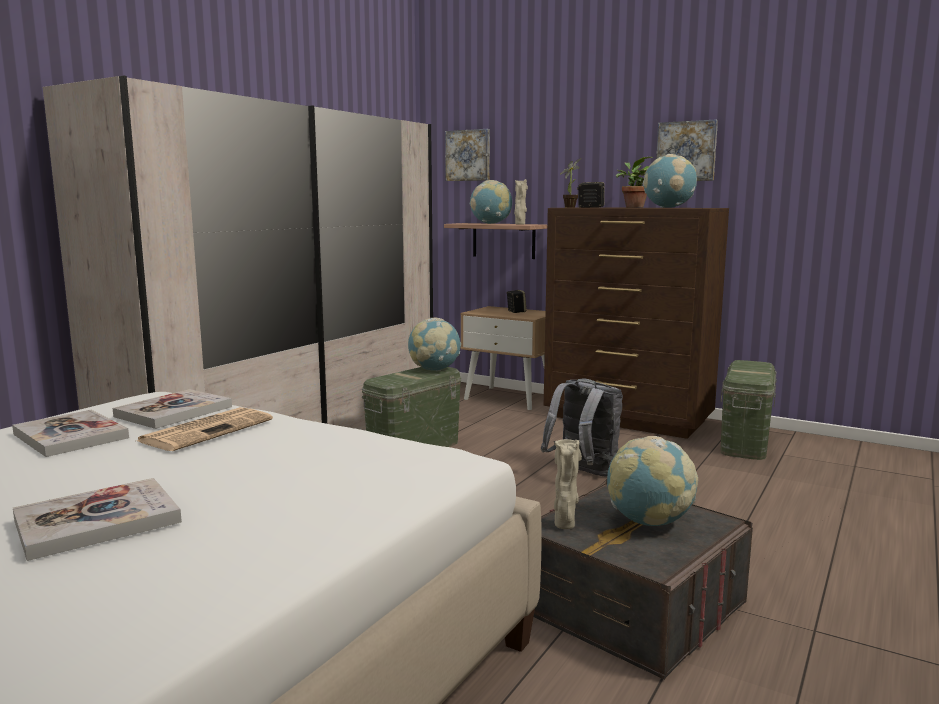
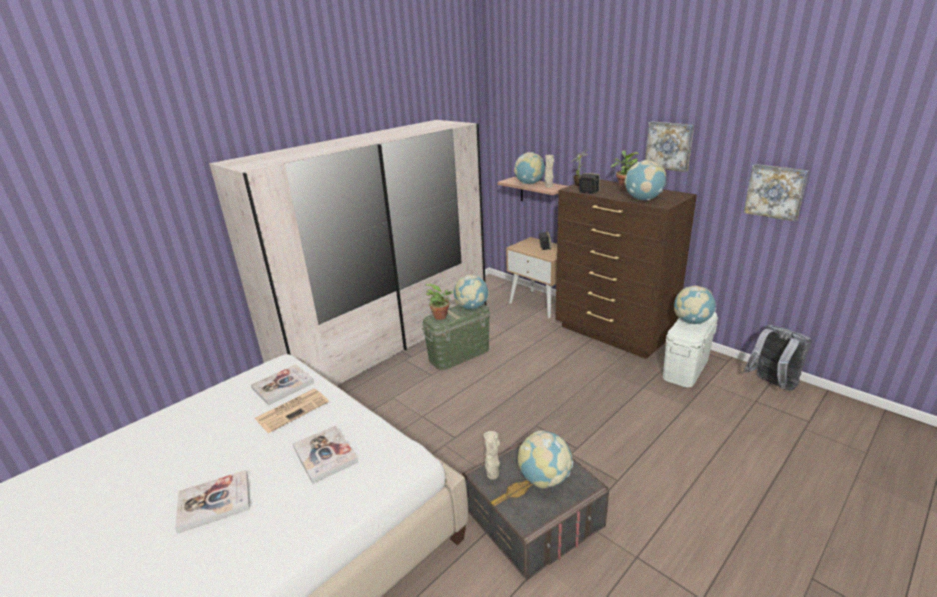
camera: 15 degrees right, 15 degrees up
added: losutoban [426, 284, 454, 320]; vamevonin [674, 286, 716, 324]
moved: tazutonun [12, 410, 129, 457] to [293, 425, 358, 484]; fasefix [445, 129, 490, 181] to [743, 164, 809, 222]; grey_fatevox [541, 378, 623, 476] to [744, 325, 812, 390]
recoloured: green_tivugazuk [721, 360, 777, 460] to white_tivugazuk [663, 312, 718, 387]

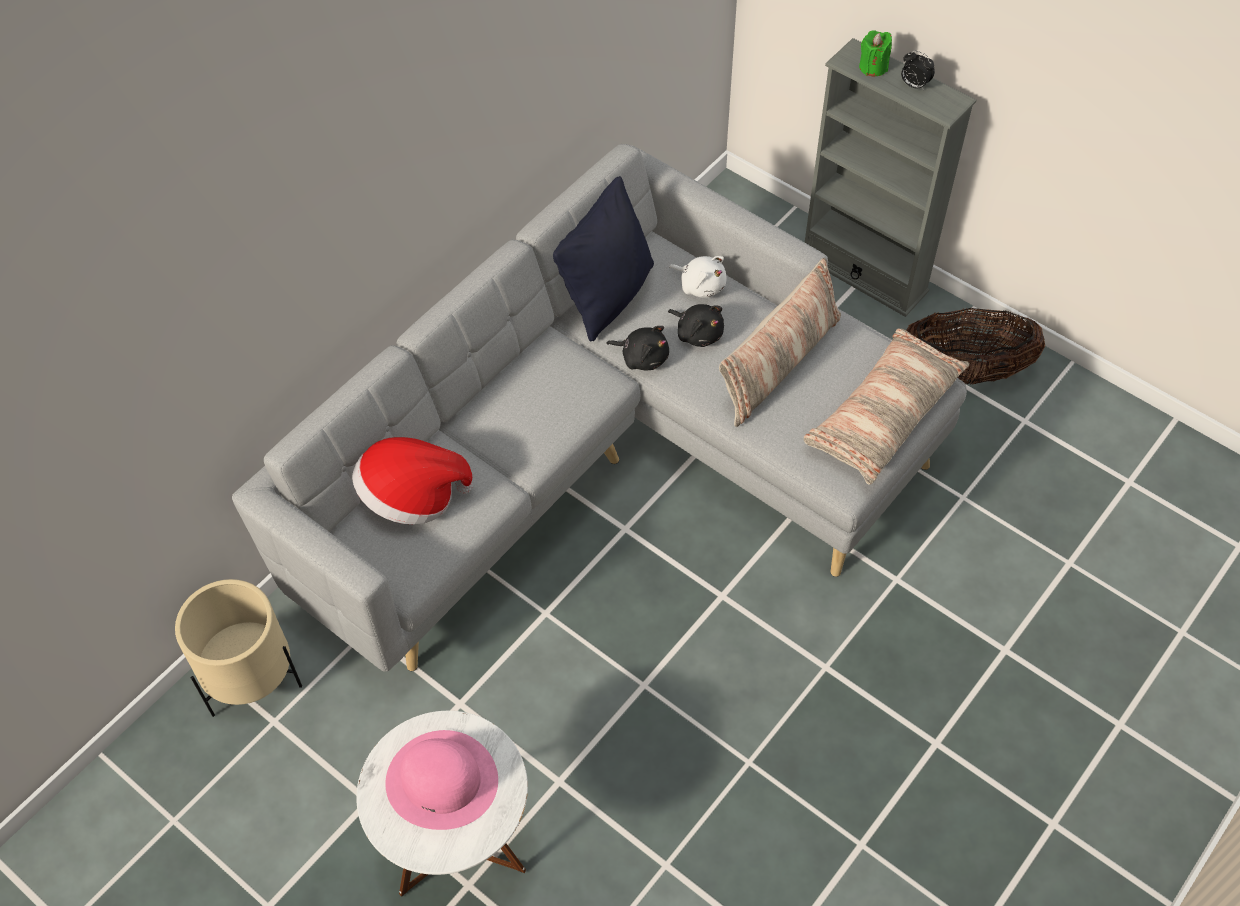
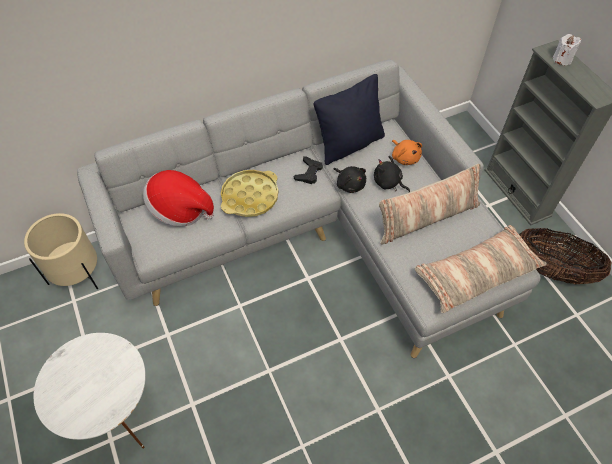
camera: 25 degrees right, 0 degrees up
removed: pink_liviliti [385, 730, 498, 830]; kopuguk [901, 51, 935, 90]
added: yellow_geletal [221, 170, 278, 217]; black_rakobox [294, 156, 323, 184]
recoloured: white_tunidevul [669, 256, 726, 298] to orange_tunidevul [392, 140, 422, 165]; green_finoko [859, 30, 892, 76] to white_finoko [553, 34, 581, 65]
turned: black_tunidevul [668, 304, 724, 347] = [374, 156, 410, 192] 150 degrees clockwise

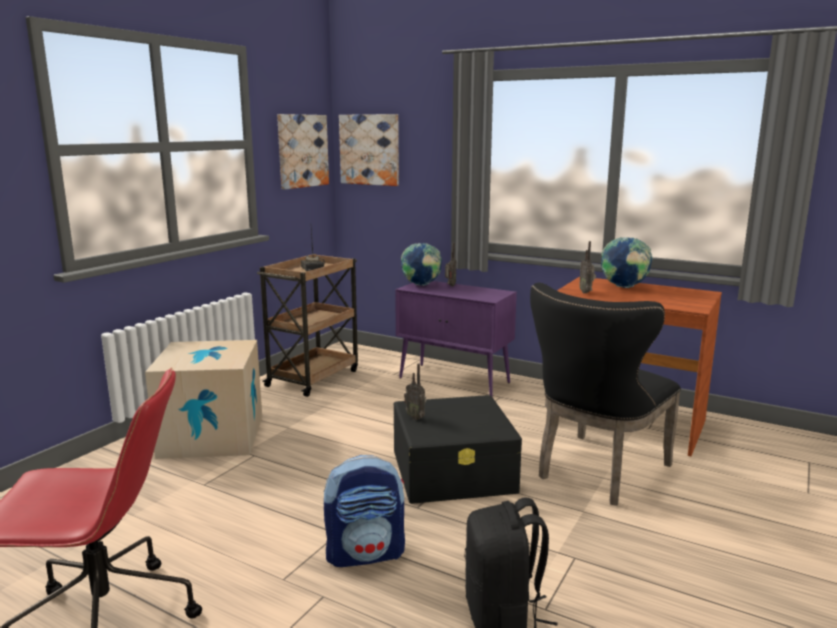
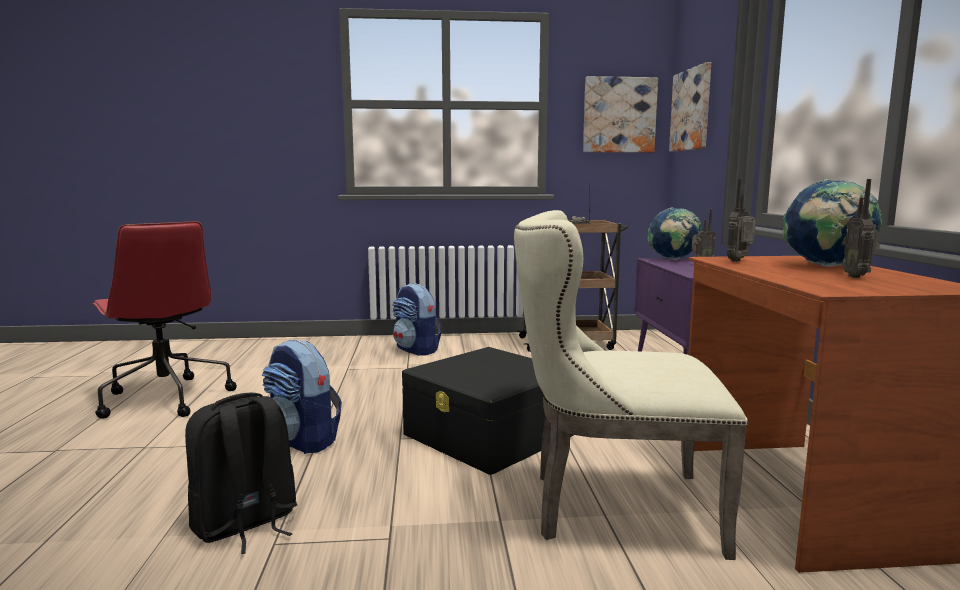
camera: 55 degrees right, 5 degrees down
moved: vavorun [404, 364, 426, 420] to [843, 179, 880, 278]
replaced: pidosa [145, 340, 262, 459] to fatevox [392, 283, 442, 356]
recoloured: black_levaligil [530, 283, 681, 505] to beige_levaligil [514, 210, 748, 560]

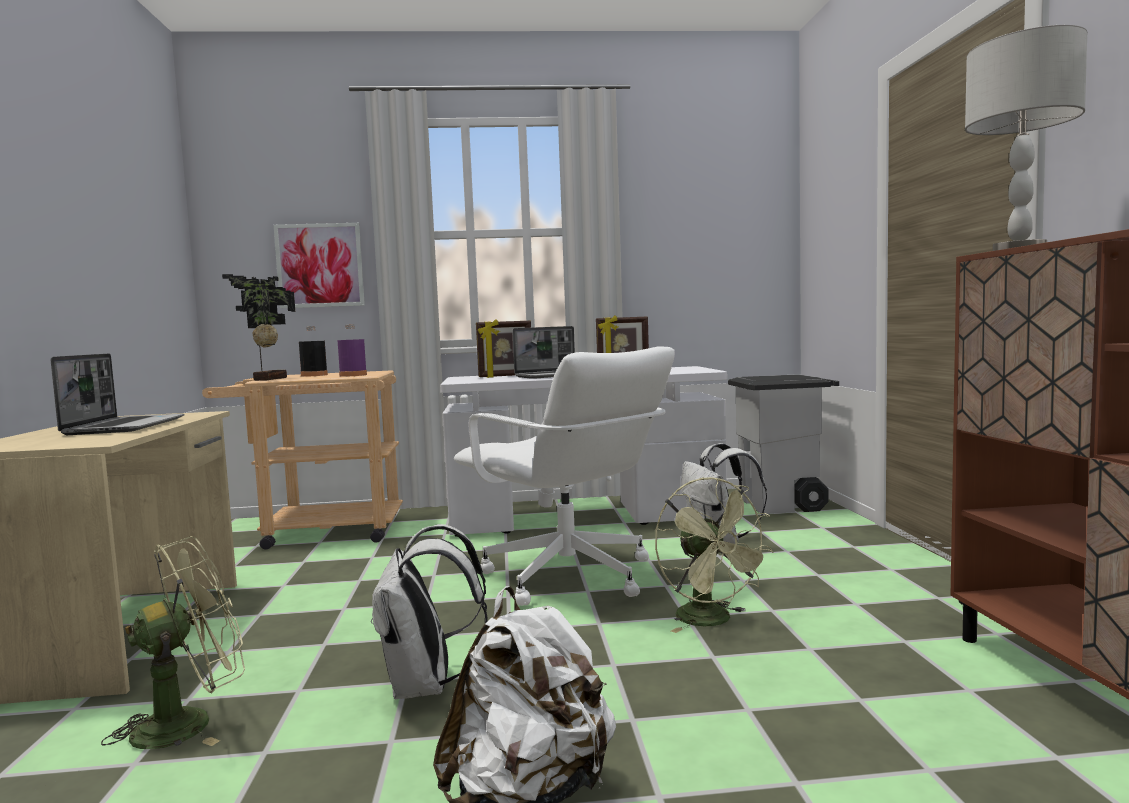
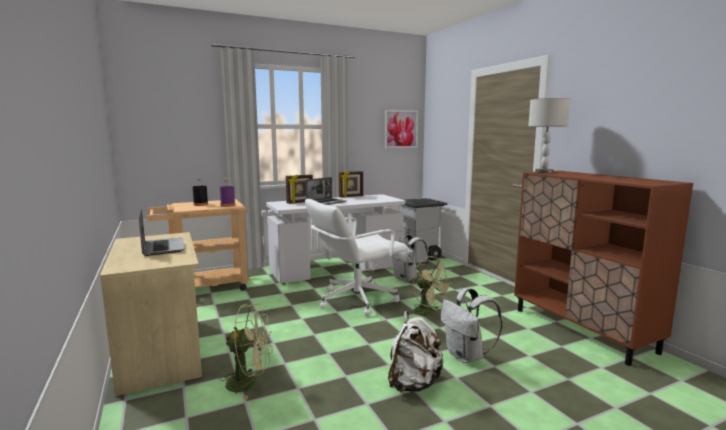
camera: 20 degrees left, 5 degrees up
removed: losutoban [222, 274, 295, 381]
moved: fasefix [274, 223, 365, 308] to [385, 110, 418, 148]; white_fatevox [371, 524, 488, 699] to [441, 288, 502, 363]
turned: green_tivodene [101, 536, 245, 749] = [219, 304, 272, 400] 60 degrees clockwise; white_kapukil [454, 346, 675, 606] = [305, 199, 409, 316] 120 degrees clockwise

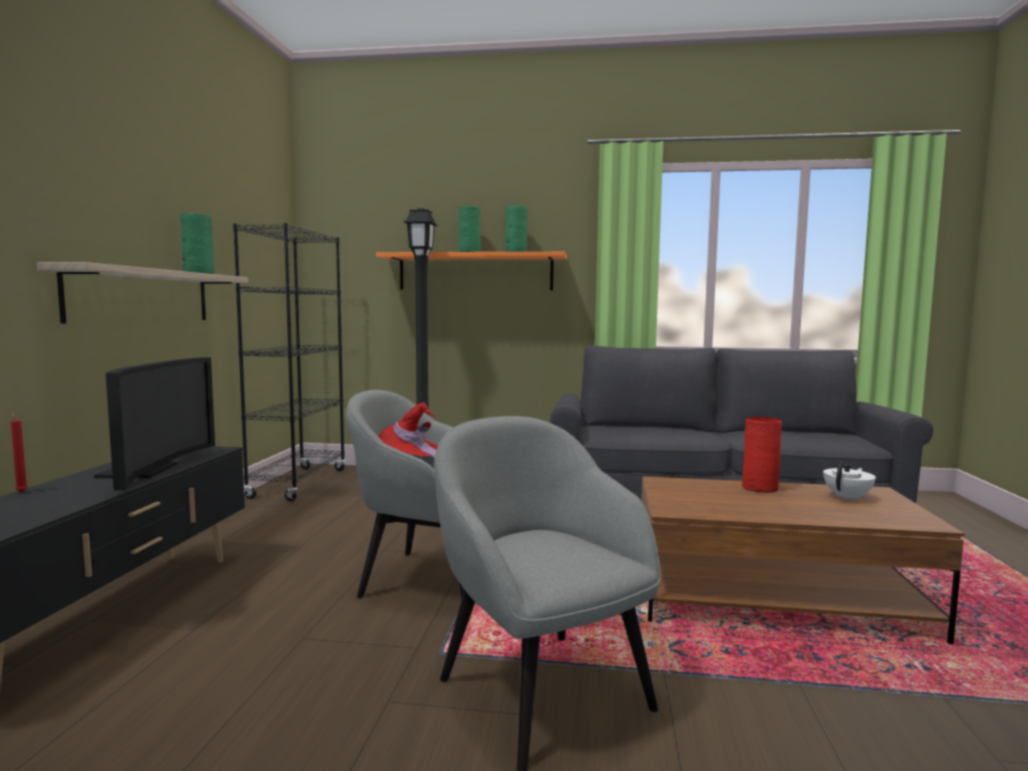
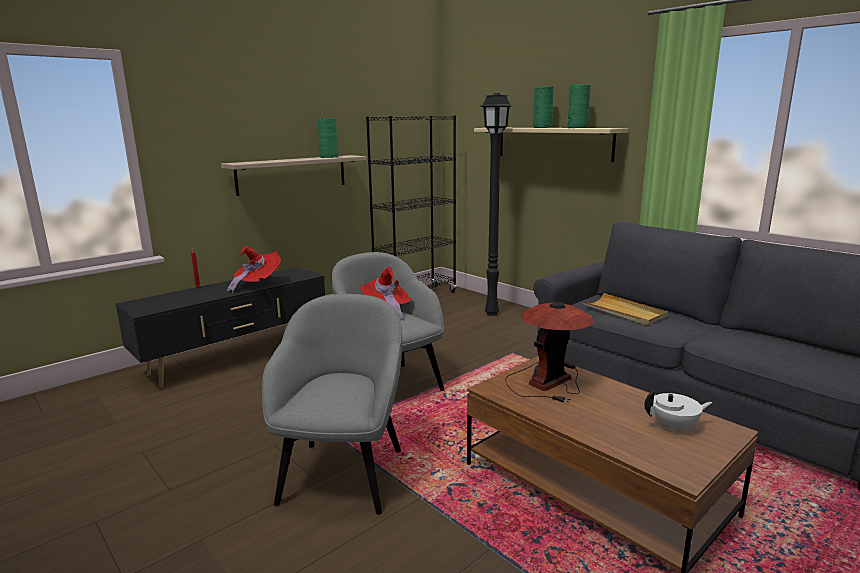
camera: 40 degrees right, 10 degrees up
removed: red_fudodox [742, 416, 782, 493]
added: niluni [505, 302, 594, 402]; beige_geletal [581, 293, 668, 326]
replaced: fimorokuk [94, 357, 215, 490] to red_liviliti [227, 246, 281, 293]
recoloured: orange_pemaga [376, 252, 567, 290] to beige_pemaga [474, 128, 628, 162]

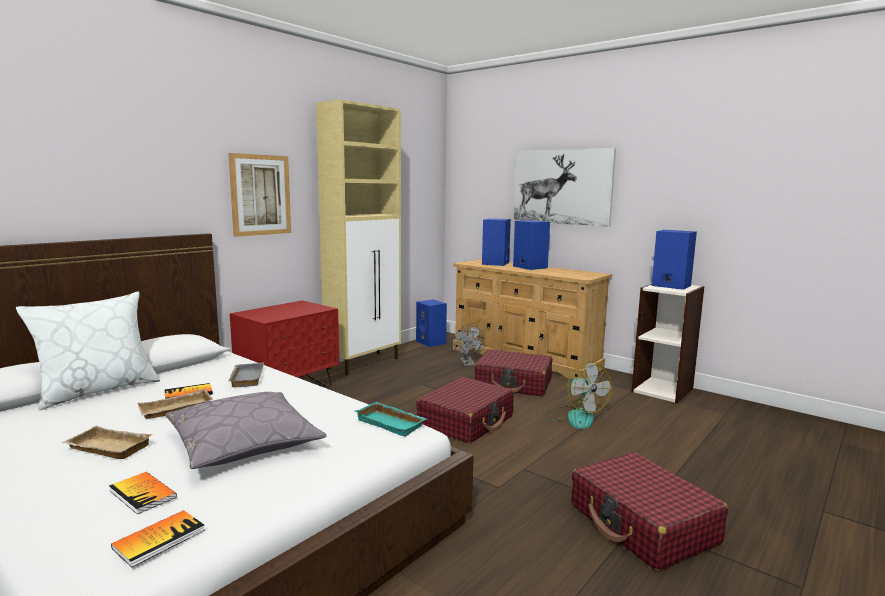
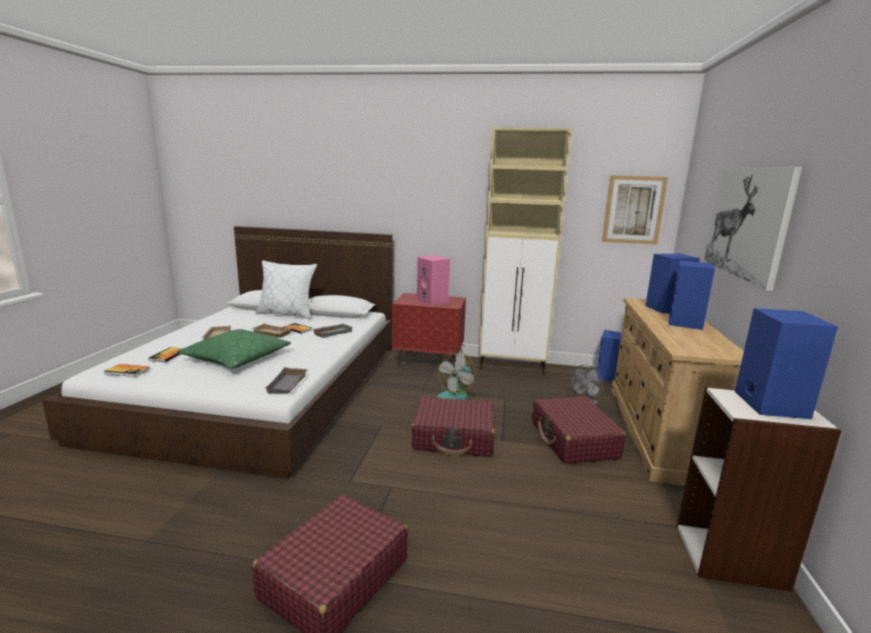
camera: 60 degrees right, 5 degrees up
added: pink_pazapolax [417, 255, 450, 305]
moved: fasefix [228, 153, 291, 237] to [602, 176, 668, 245]; tivodene [544, 361, 612, 429] to [437, 351, 476, 400]
recoloured: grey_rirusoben [166, 392, 327, 469] to green_rirusoben [177, 329, 291, 369]; turquoise_geletal [355, 402, 426, 437] to grey_geletal [265, 367, 308, 394]

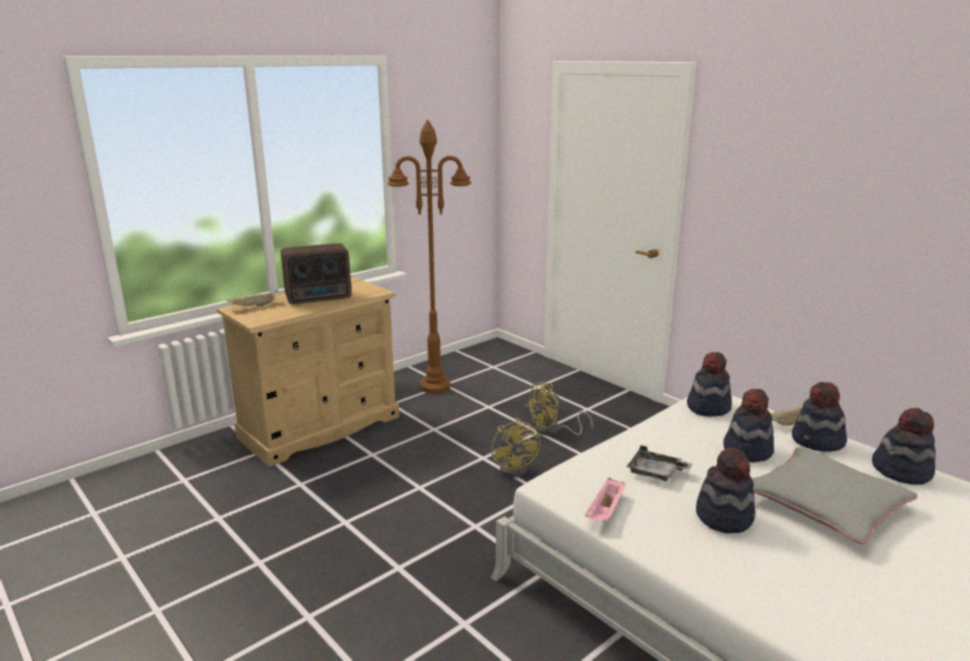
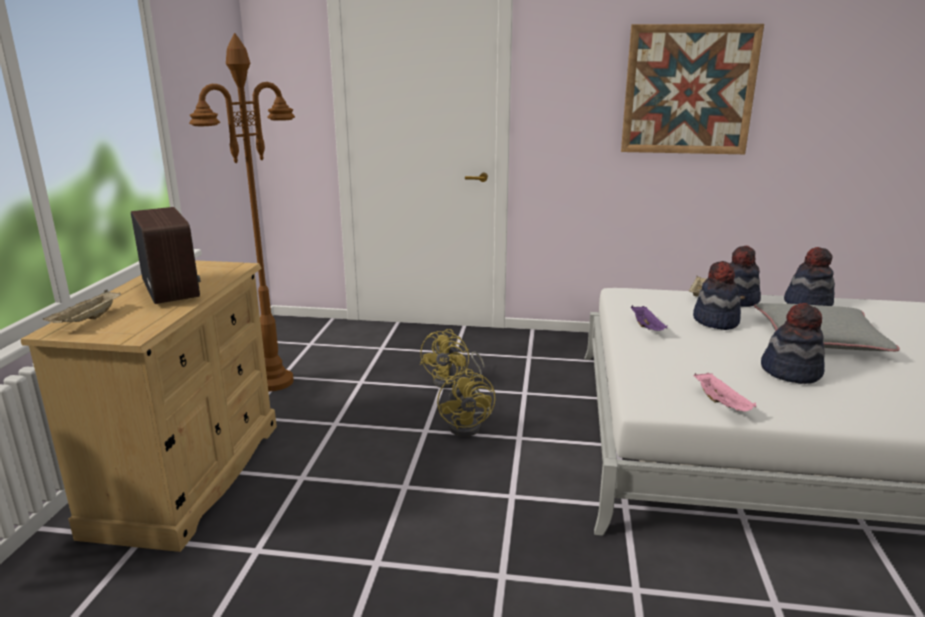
camera: 40 degrees left, 0 degrees up
removed: grey_geletal [626, 445, 693, 481]; liviliti [687, 352, 732, 416]
added: fasefix [621, 24, 764, 154]; purple_geletal [631, 305, 667, 331]
turned: vavorun [281, 243, 351, 304] = [131, 207, 201, 304] 60 degrees counterclockwise; yellow_tivodene [492, 418, 541, 477] = [437, 369, 495, 437] 45 degrees clockwise

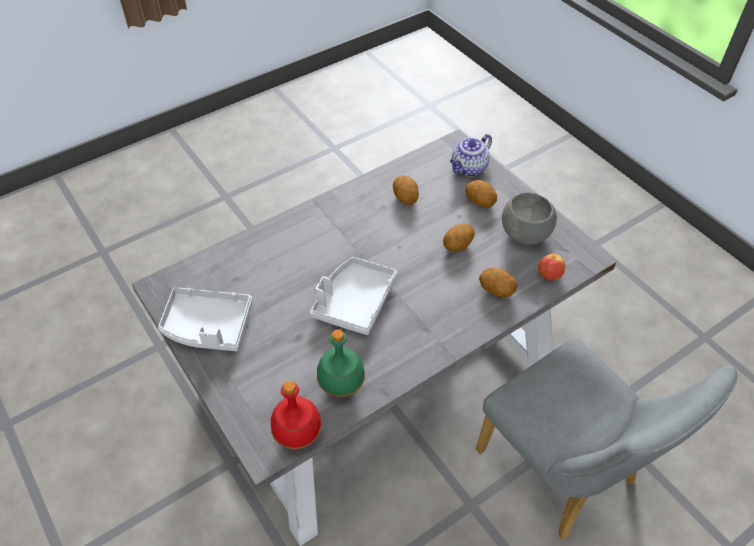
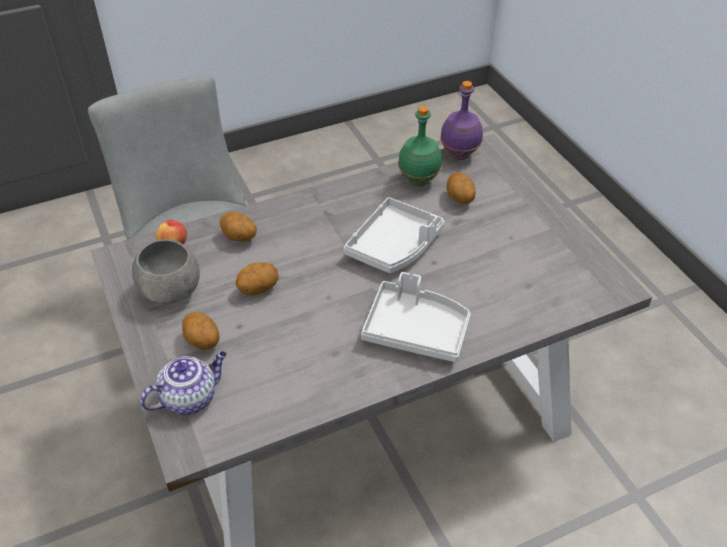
camera: 170 degrees left, 5 degrees down
moved: grey_geletal [158, 287, 253, 351] to [361, 272, 471, 362]; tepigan [393, 176, 419, 205] to [446, 172, 476, 204]
recoloured: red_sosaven [271, 381, 322, 450] to purple_sosaven [440, 81, 483, 160]

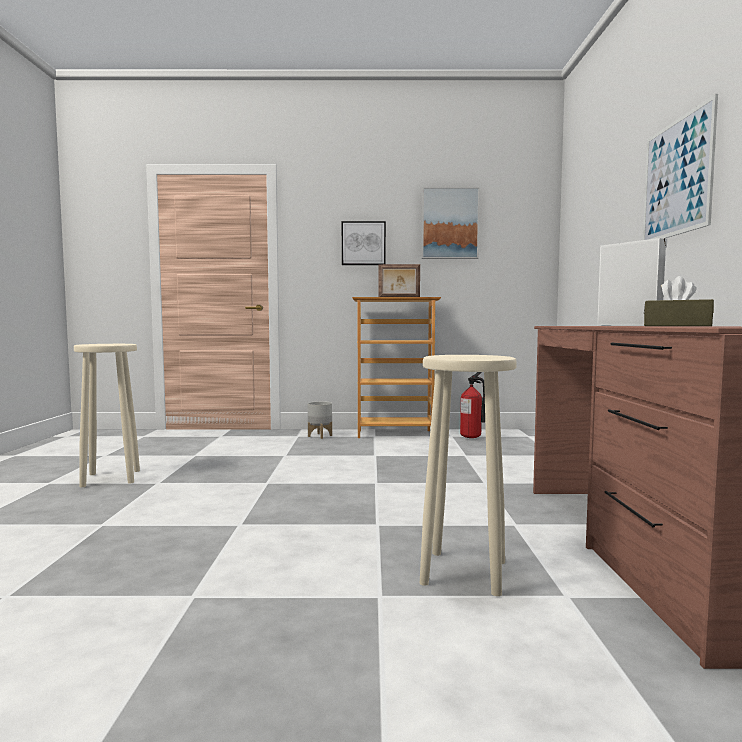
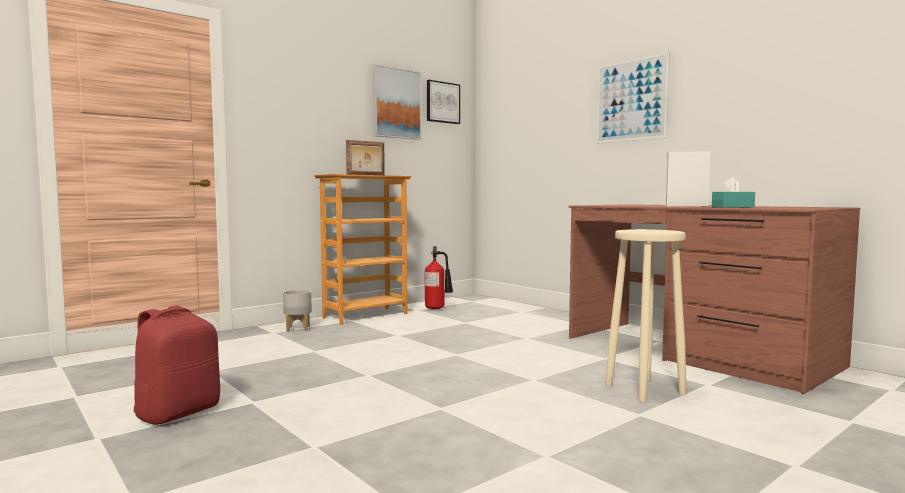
camera: 40 degrees left, 0 degrees up
moved: fasefix [342, 221, 386, 265] to [427, 80, 460, 124]
replaced: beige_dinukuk [74, 344, 140, 487] to red_fatevox [133, 305, 220, 425]
recoloured: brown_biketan [644, 276, 714, 326] to turquoise_biketan [712, 177, 755, 207]

